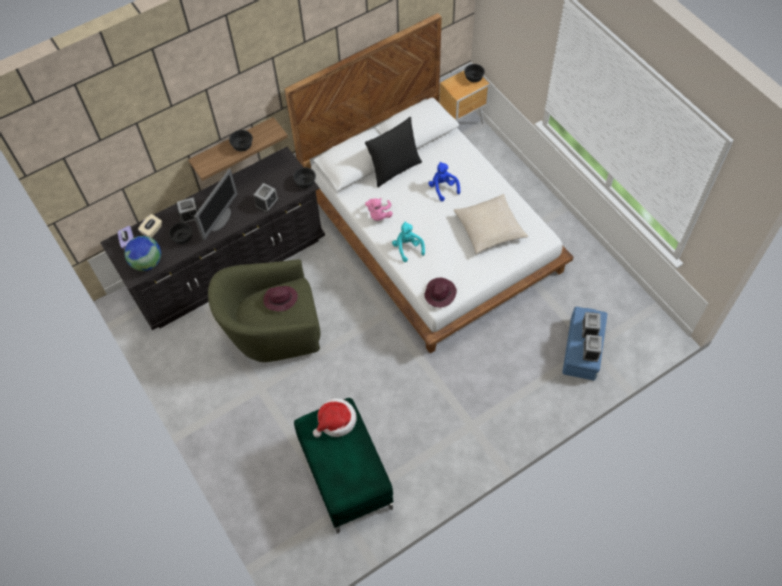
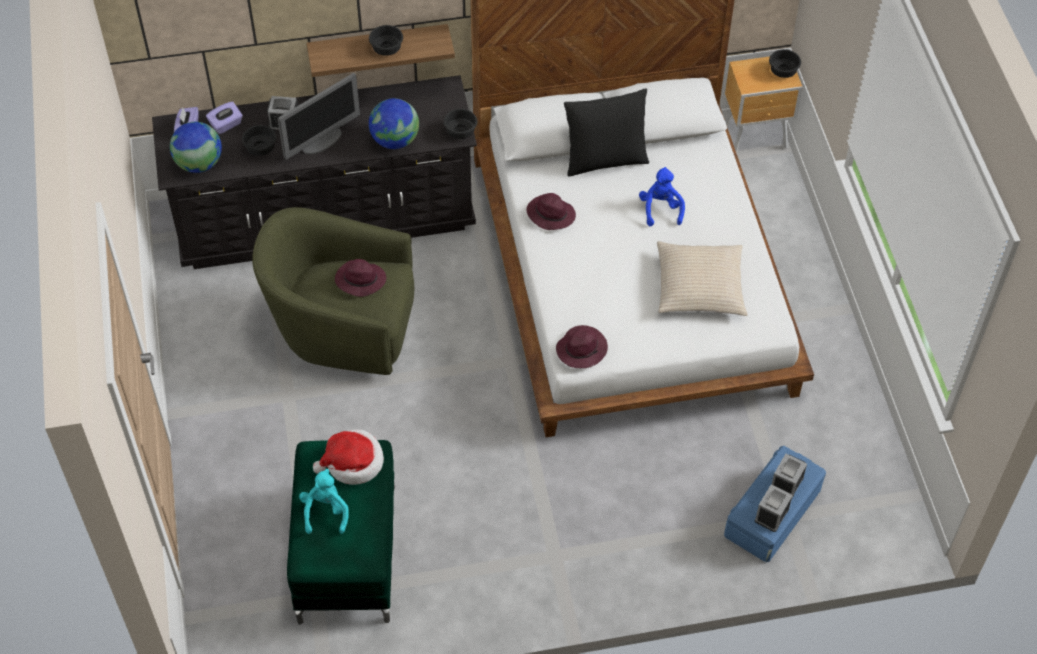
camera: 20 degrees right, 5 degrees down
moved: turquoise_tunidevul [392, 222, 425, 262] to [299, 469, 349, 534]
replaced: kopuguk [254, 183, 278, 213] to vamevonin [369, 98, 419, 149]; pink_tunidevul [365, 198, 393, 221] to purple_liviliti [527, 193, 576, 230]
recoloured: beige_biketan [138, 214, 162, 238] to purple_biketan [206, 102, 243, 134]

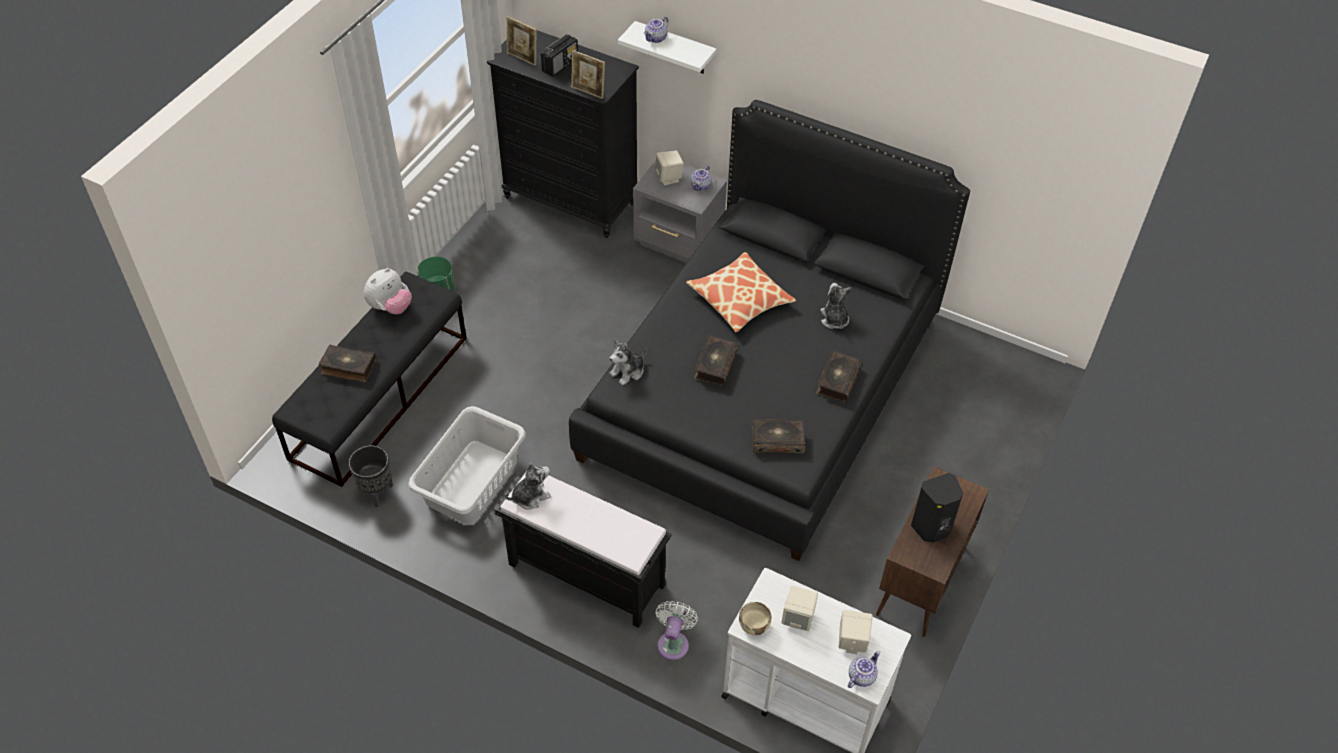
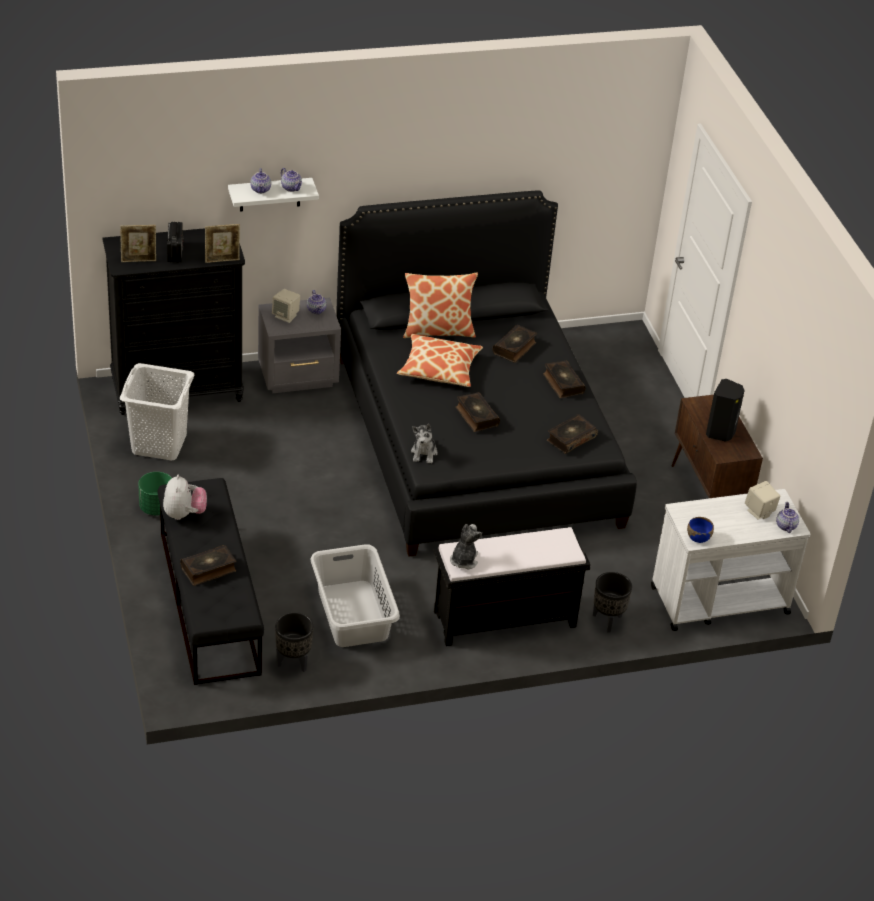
camera: 45 degrees left, 10 degrees down
removed: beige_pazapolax [781, 586, 818, 631]
added: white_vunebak [120, 363, 195, 460]; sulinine [281, 168, 302, 192]; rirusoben [403, 273, 478, 338]
replaced: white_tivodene [655, 601, 698, 660] to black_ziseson [593, 572, 632, 633]; tunidevul [821, 283, 851, 329] to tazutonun [492, 325, 537, 363]
recoloured: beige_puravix [739, 602, 771, 635] to blue_puravix [687, 517, 714, 543]

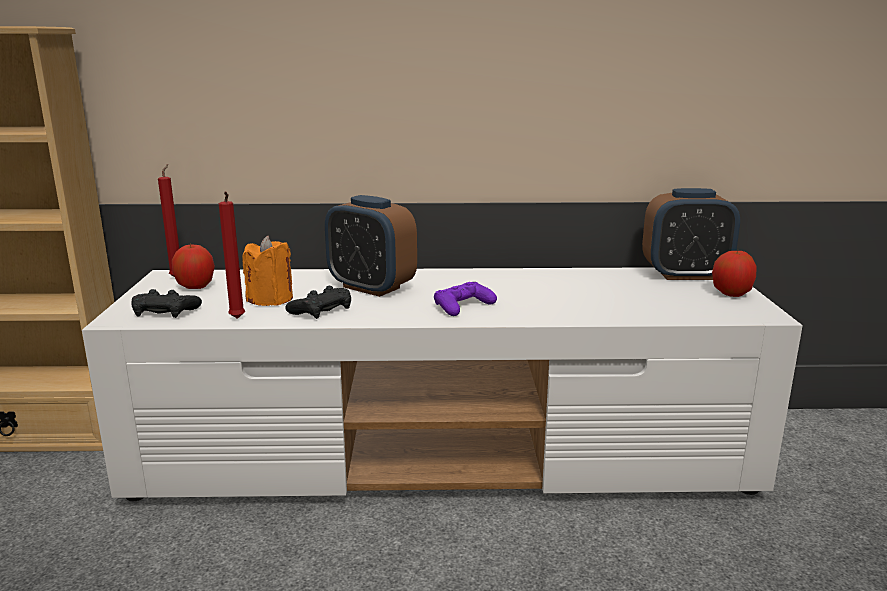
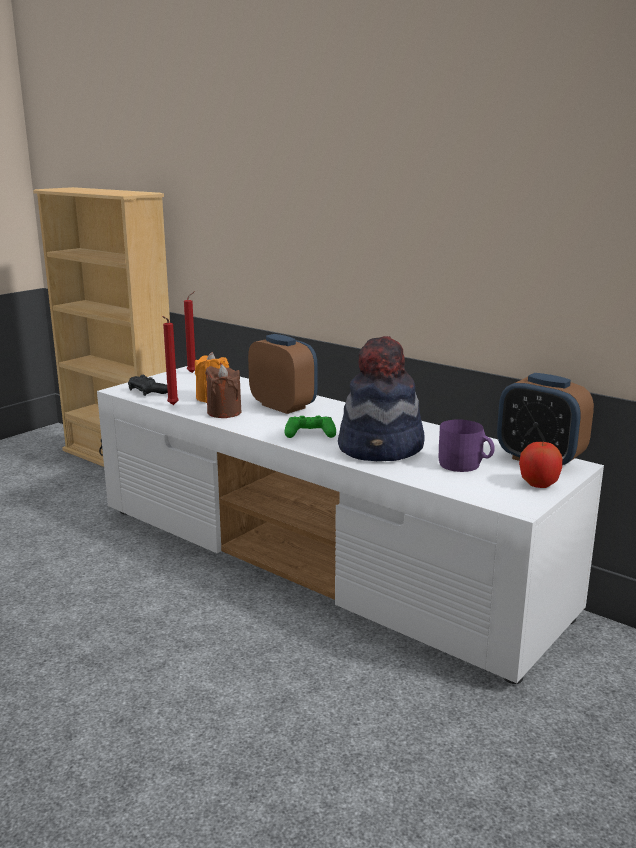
camera: 40 degrees right, 0 degrees up
removed: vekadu [172, 243, 215, 289]
added: liviliti [338, 336, 425, 461]; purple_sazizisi [439, 419, 495, 472]
replaced: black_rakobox [286, 286, 351, 319] to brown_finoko [205, 364, 242, 418]
recoloured: purple_rakobox [434, 282, 497, 316] to green_rakobox [285, 416, 336, 438]
turned: kopuguk [325, 195, 417, 297] = [248, 334, 318, 414] 150 degrees clockwise

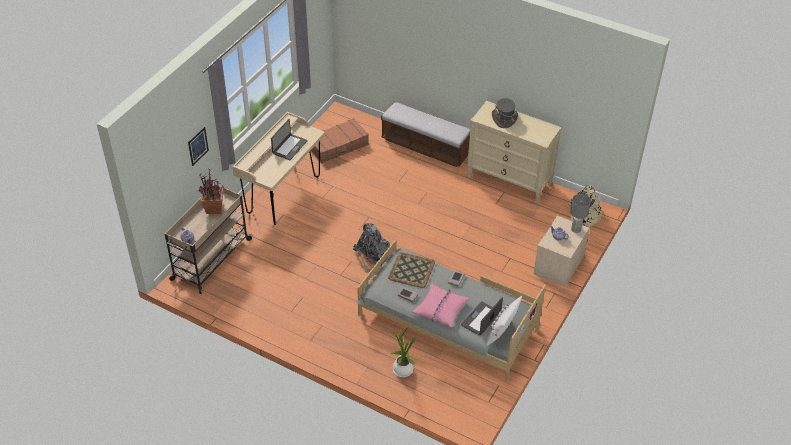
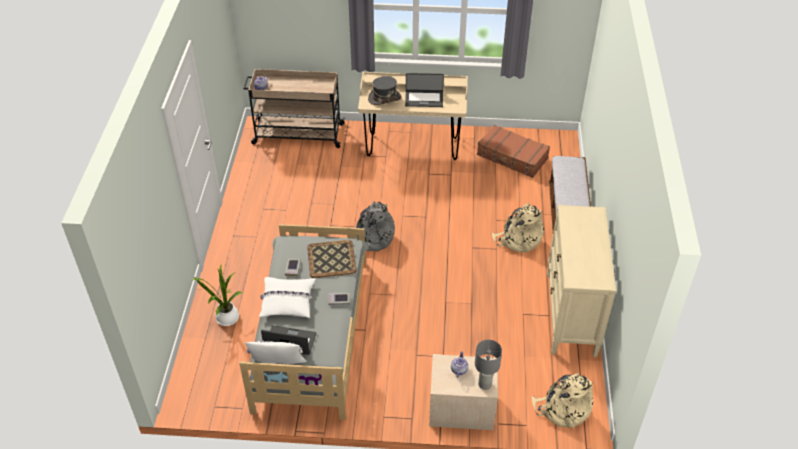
camera: 65 degrees right, 0 degrees up
removed: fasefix [188, 127, 209, 166]; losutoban [198, 169, 224, 214]
added: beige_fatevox [491, 203, 544, 253]
moved: grey_liviliti [492, 98, 518, 128] to [368, 76, 402, 105]
recoloured: pink_rirusoben [412, 283, 469, 328] to white_rirusoben [259, 277, 316, 318]

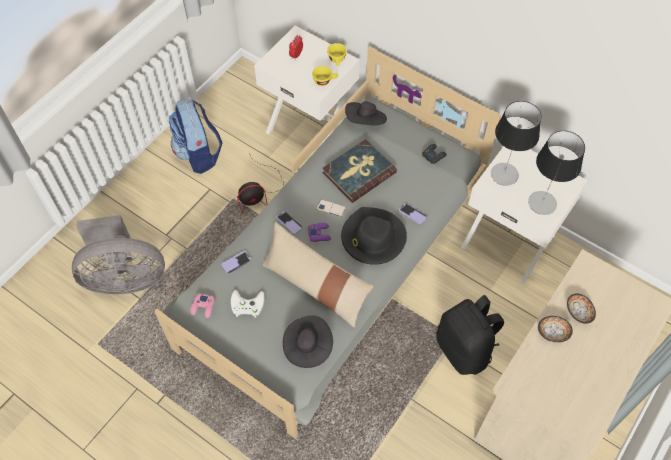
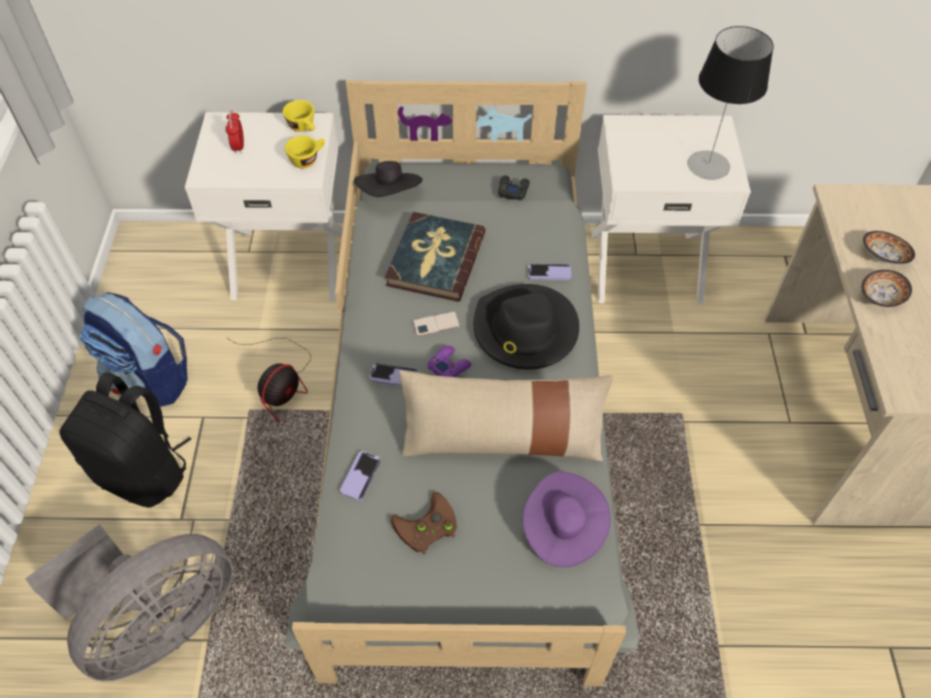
camera: 35 degrees left, 5 degrees down
removed: pink_rakobox [190, 293, 214, 318]; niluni [491, 101, 542, 186]
moved: black_fatevox [436, 295, 504, 375] to [59, 372, 191, 507]
recoloured: white_rakobox [231, 290, 265, 318] to brown_rakobox [391, 492, 457, 554]; black_liviliti [283, 316, 333, 368] to purple_liviliti [523, 471, 611, 568]

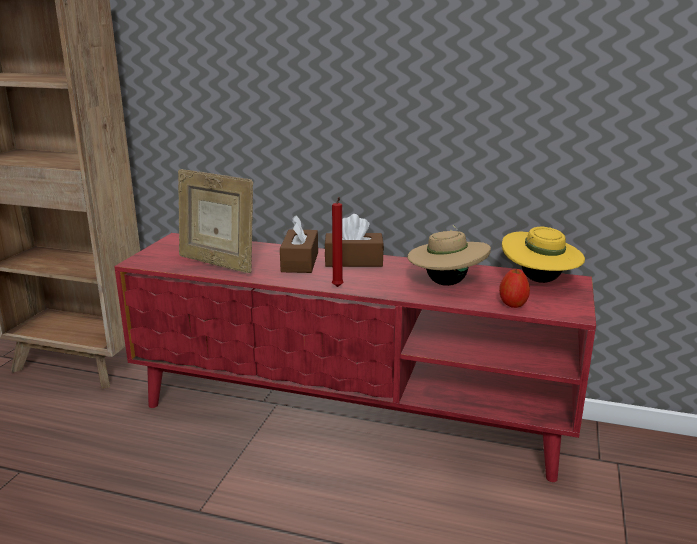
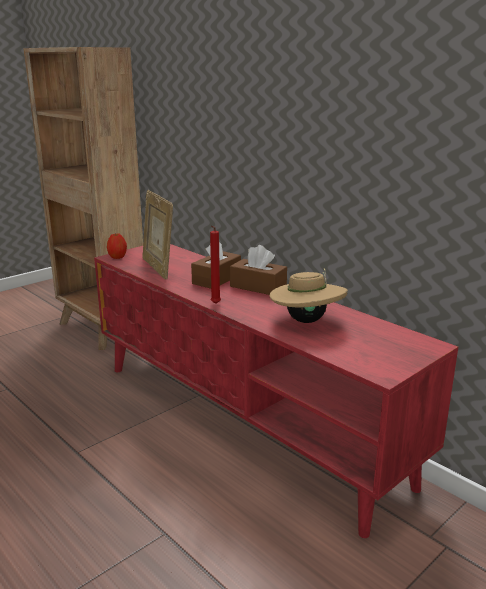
camera: 30 degrees right, 0 degrees up
removed: yellow_liviliti [502, 227, 585, 283]
moved: vekadu [499, 269, 530, 308] to [107, 233, 127, 259]

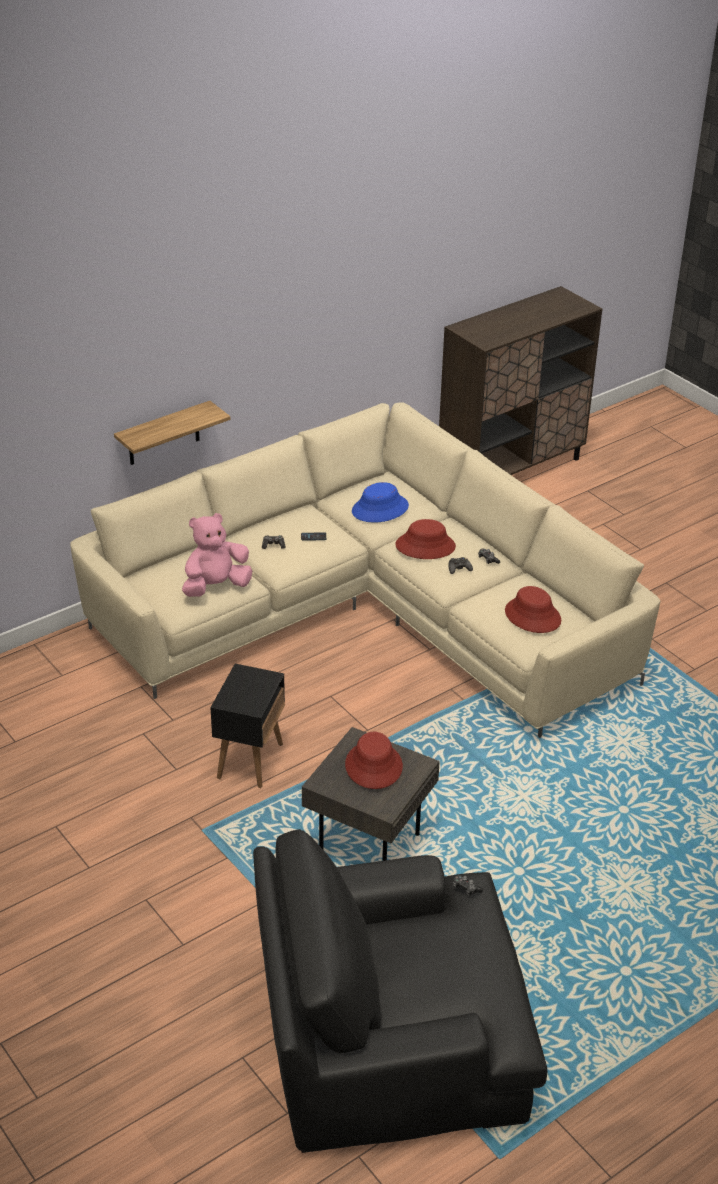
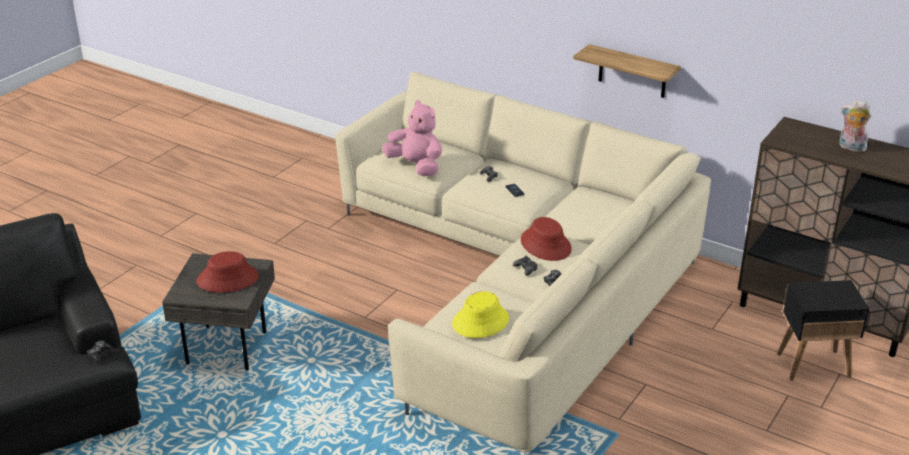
camera: 70 degrees right, 5 degrees down
removed: blue_liviliti [352, 482, 409, 523]
added: tunidevul [839, 100, 872, 152]
moved: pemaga [114, 401, 230, 465] to [573, 44, 681, 98]; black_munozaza [210, 664, 285, 788] to [777, 280, 869, 381]
recoloured: red_liviliti [505, 586, 561, 633] to yellow_liviliti [452, 291, 509, 338]

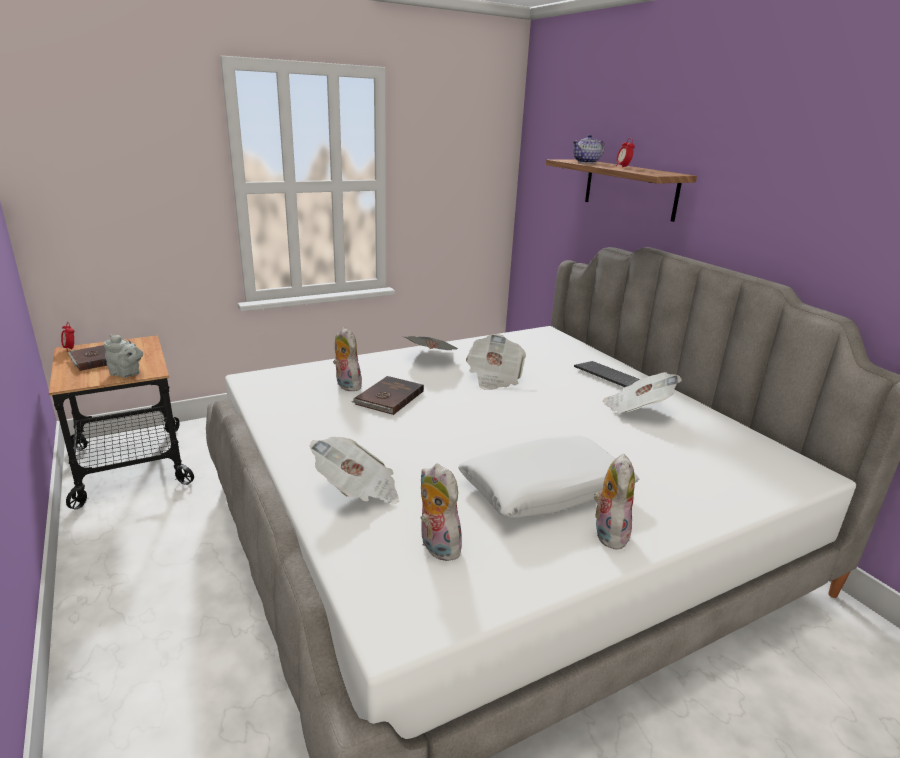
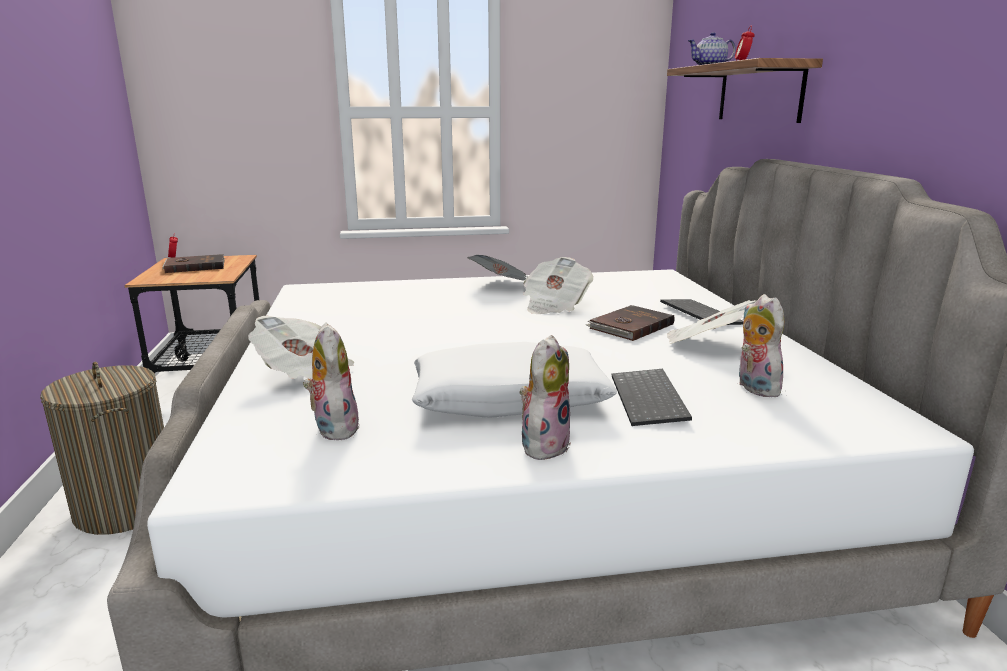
camera: 20 degrees right, 5 degrees down
removed: grey_sulinine [104, 334, 143, 377]
added: vunebak [40, 361, 164, 535]; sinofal [612, 369, 692, 426]
moved: tunidevul [333, 327, 362, 391] to [739, 294, 784, 397]; brown_tazutonun [352, 376, 424, 415] to [586, 305, 675, 341]

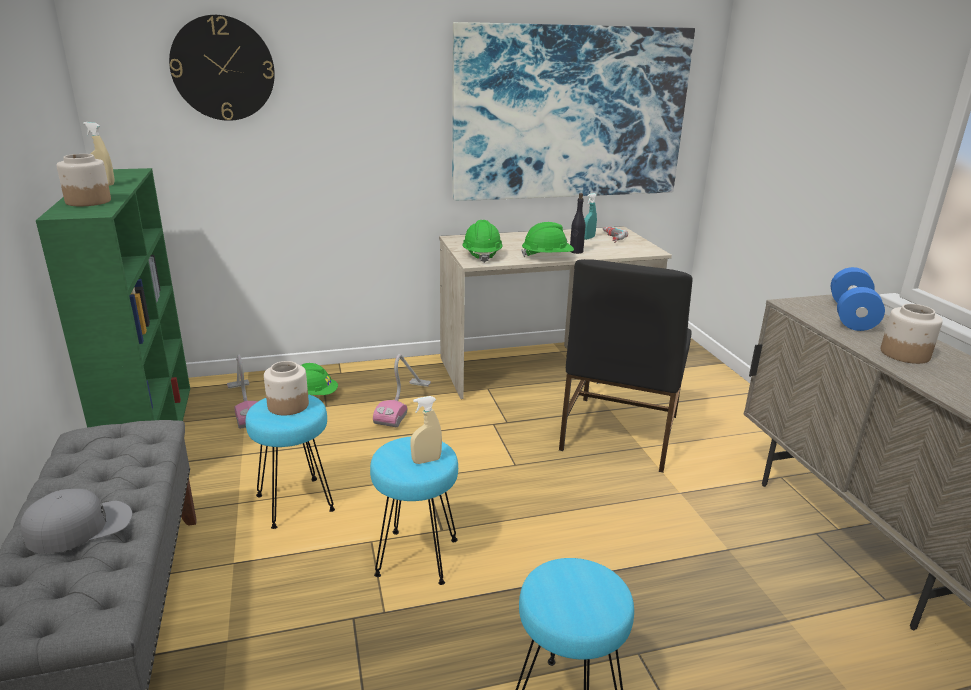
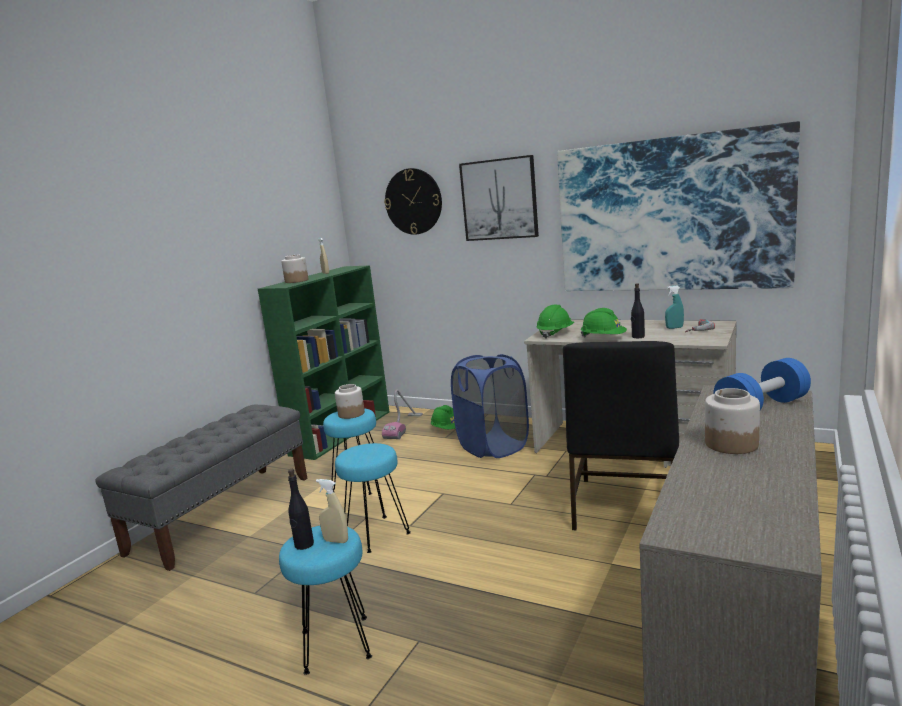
camera: 45 degrees right, 10 degrees down
removed: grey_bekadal [20, 489, 132, 554]
added: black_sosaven [288, 469, 314, 550]; fasefix [459, 155, 539, 241]
moved: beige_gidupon [410, 396, 442, 464] to [316, 479, 348, 543]
replaced: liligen [373, 354, 431, 427] to blue_vunebak [451, 354, 529, 458]
turned: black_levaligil [559, 259, 693, 473] = [563, 341, 679, 530] 45 degrees counterclockwise

